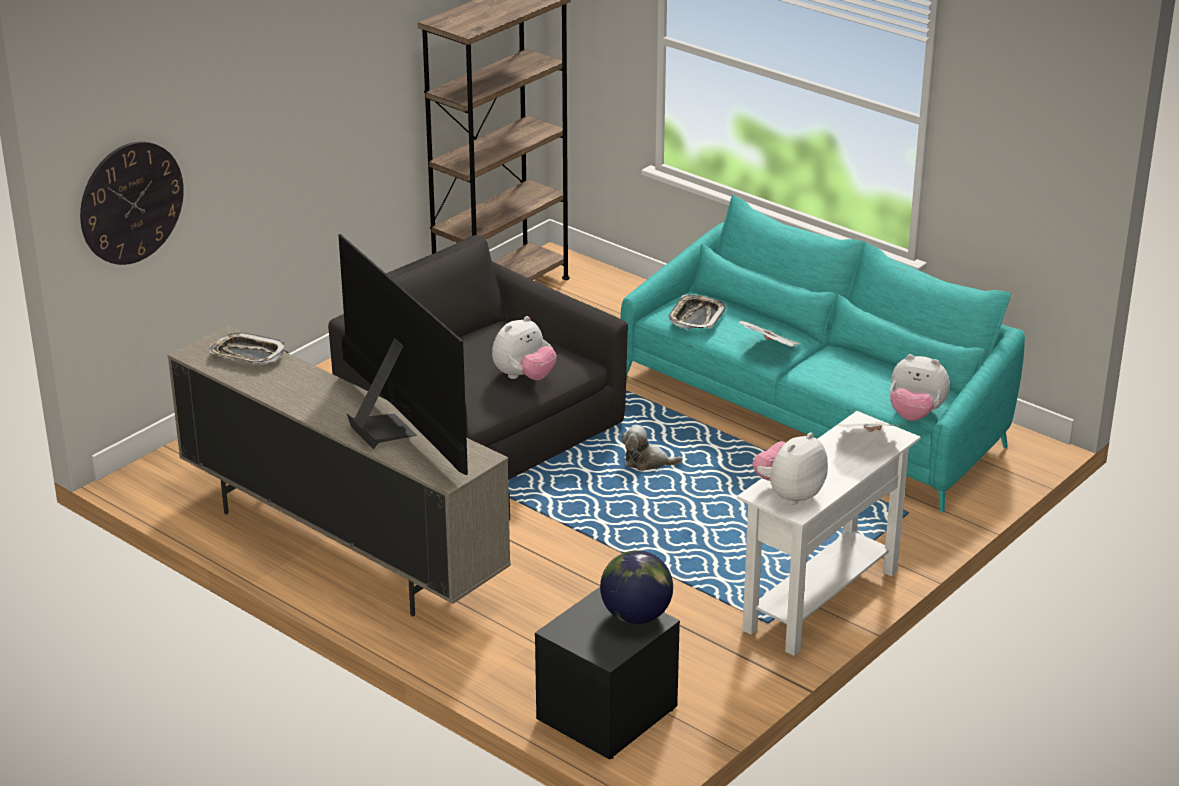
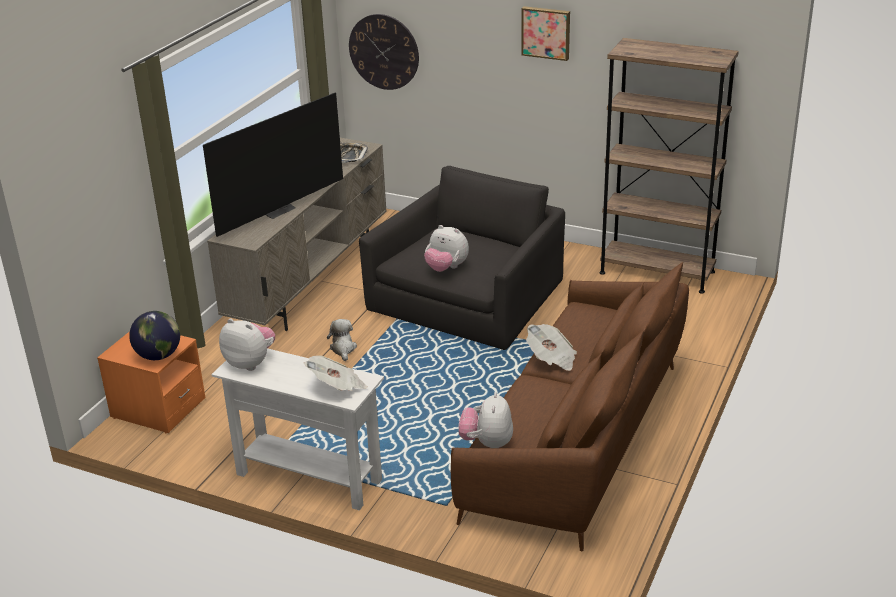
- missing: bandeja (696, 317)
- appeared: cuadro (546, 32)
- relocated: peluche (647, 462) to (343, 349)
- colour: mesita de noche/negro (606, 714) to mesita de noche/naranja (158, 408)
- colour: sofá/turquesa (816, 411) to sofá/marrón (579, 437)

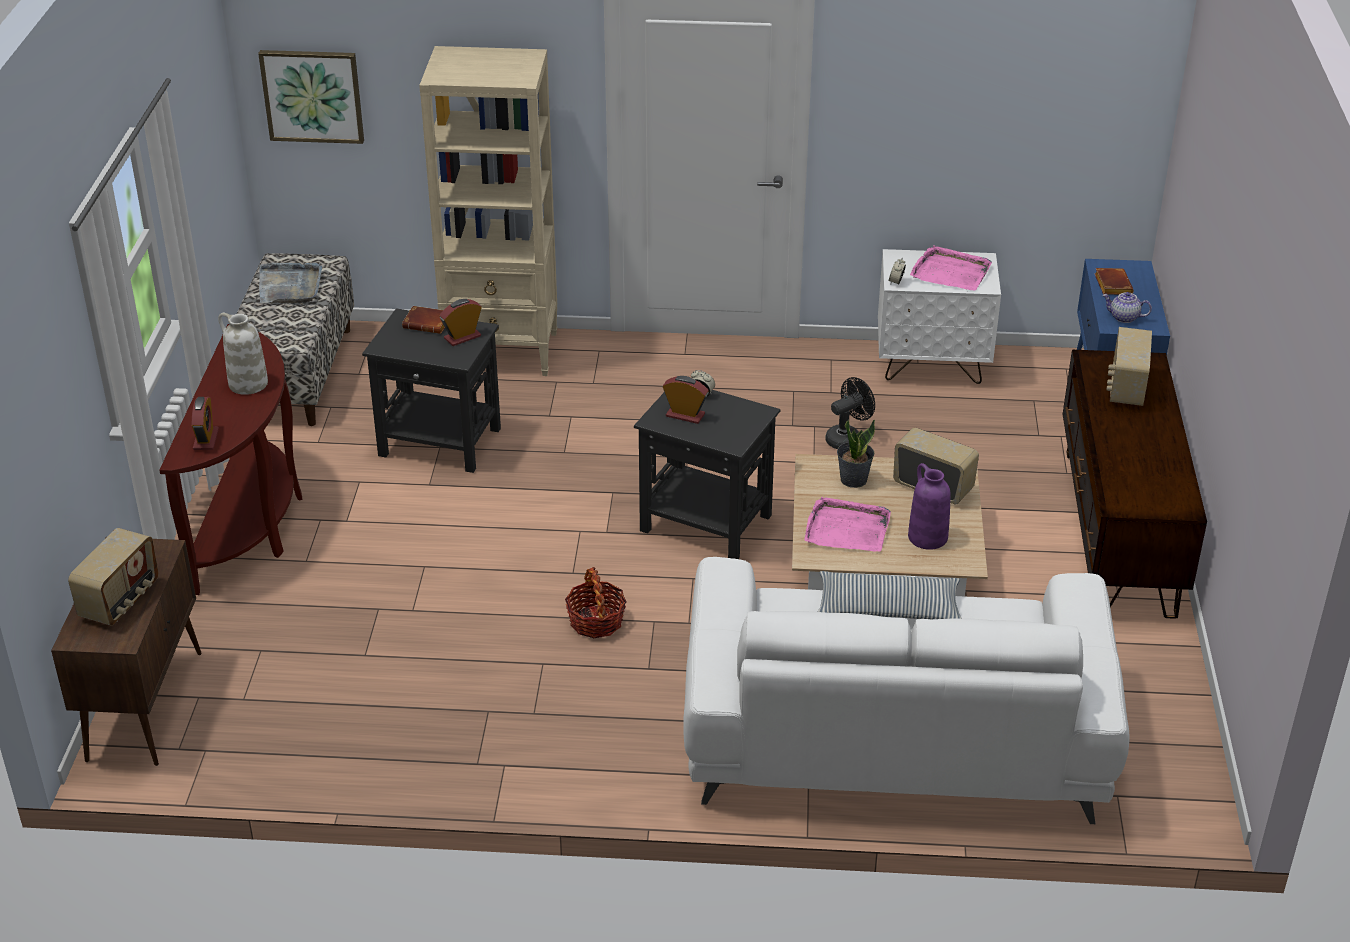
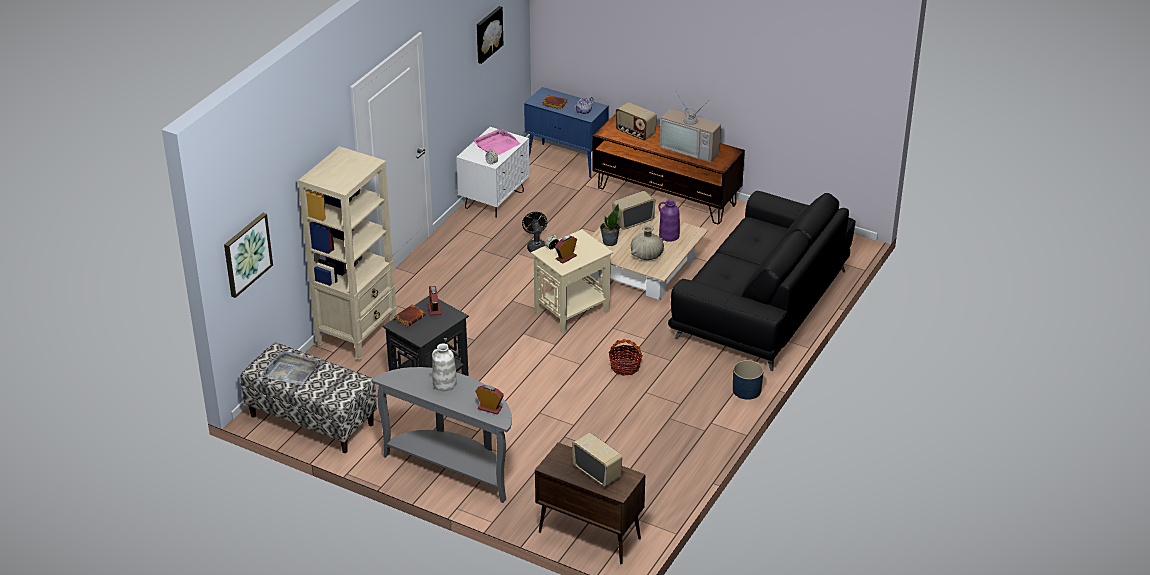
- missing: cojín (888, 609)
- appeared: cuadro (488, 34)
- appeared: televisor (691, 148)
- appeared: maceta/azul (747, 390)
- exchanged: bandeja/rosa (847, 529) to florero/beis (646, 256)
- colour: mesa consola/marrón (251, 524) to mesa consola/gris (453, 467)
- colour: mesa auxiliar/negro (704, 522) to mesa auxiliar/beis (571, 311)
- colour: sofá/blanco (893, 735) to sofá/negro (761, 304)

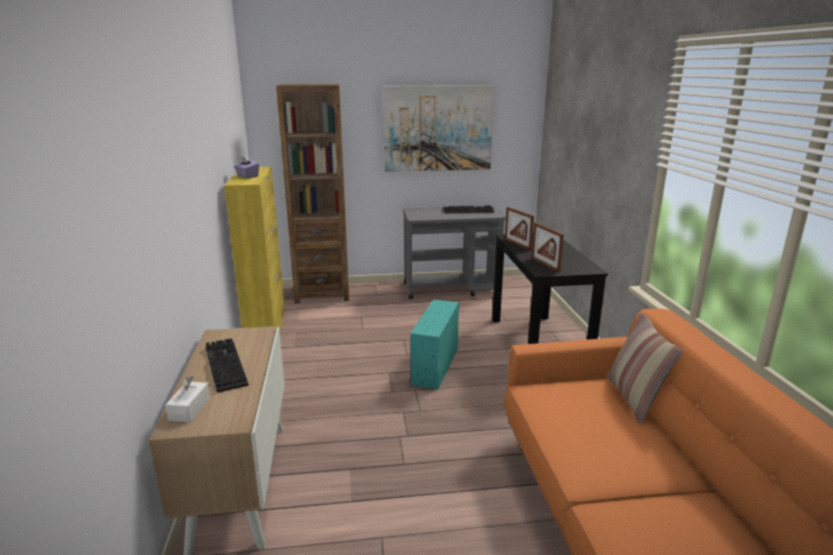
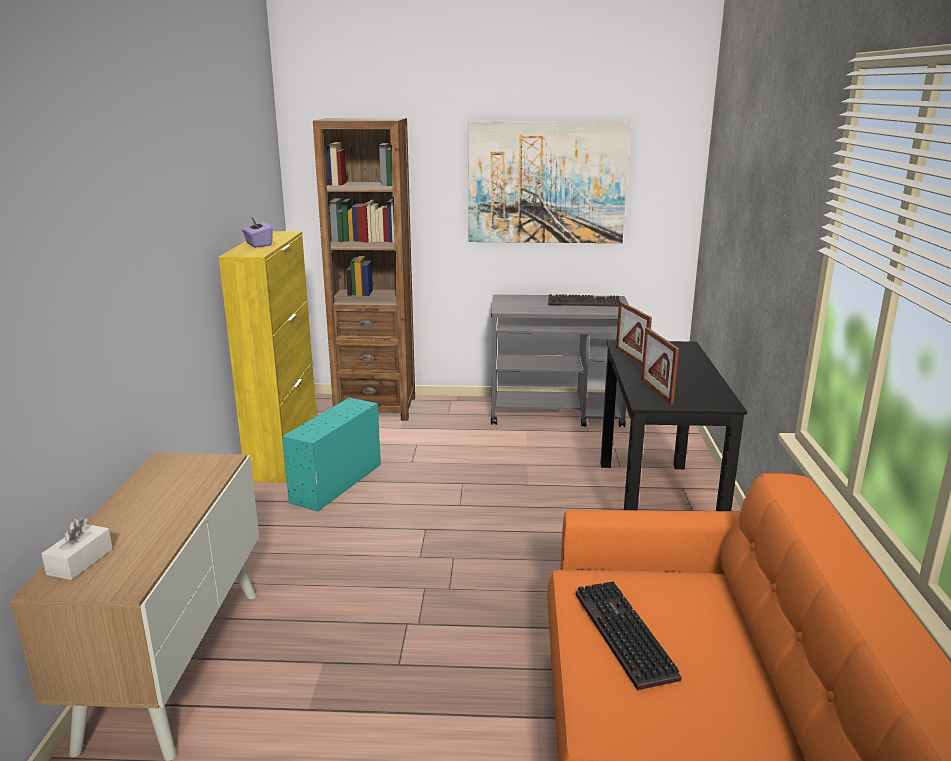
- missing: cojín (634, 399)
- relocated: teclado (223, 366) to (620, 633)
- relocated: caja de almacenaje/turquesa (435, 366) to (335, 484)

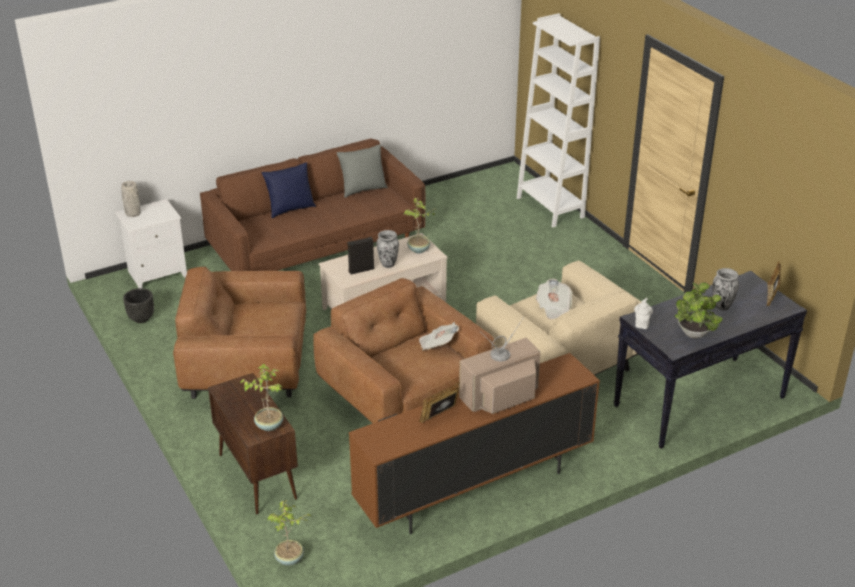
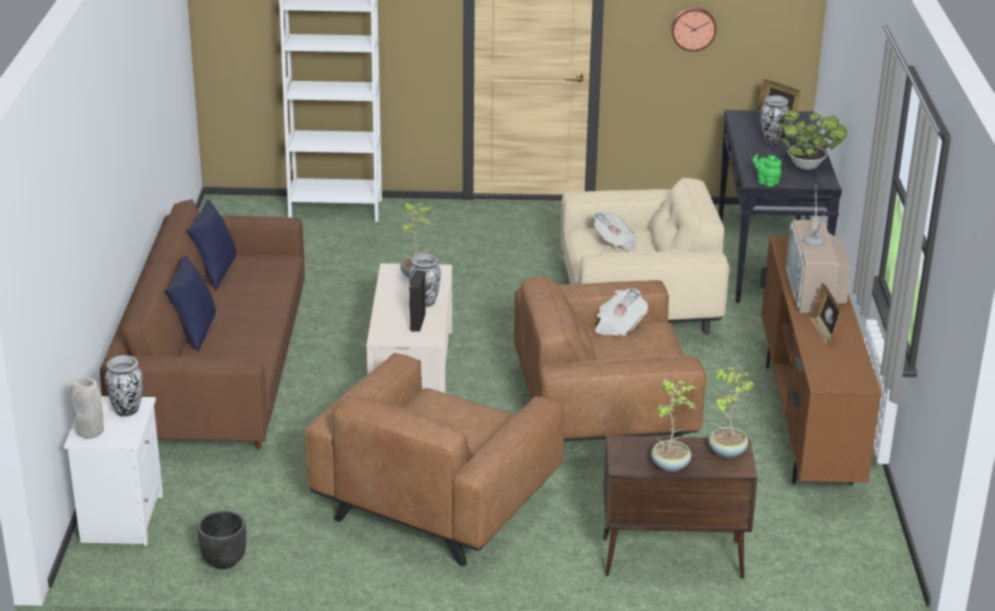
- appeared: florero (127, 411)
- appeared: reloj de pared (693, 28)
- relocated: planta en maceta (290, 559) to (671, 465)
- colour: cojín/gris (363, 190) to cojín/azul (214, 273)
- colour: tetera/blanco (642, 323) to tetera/verde (766, 182)

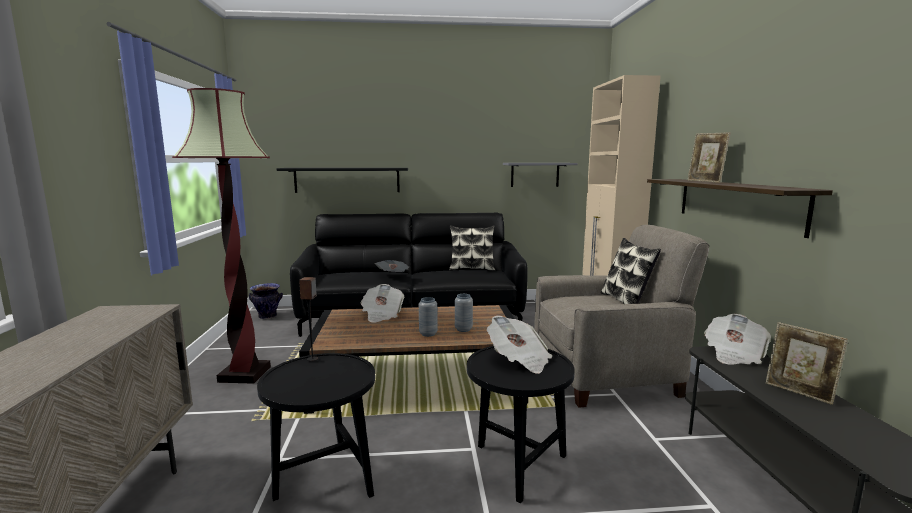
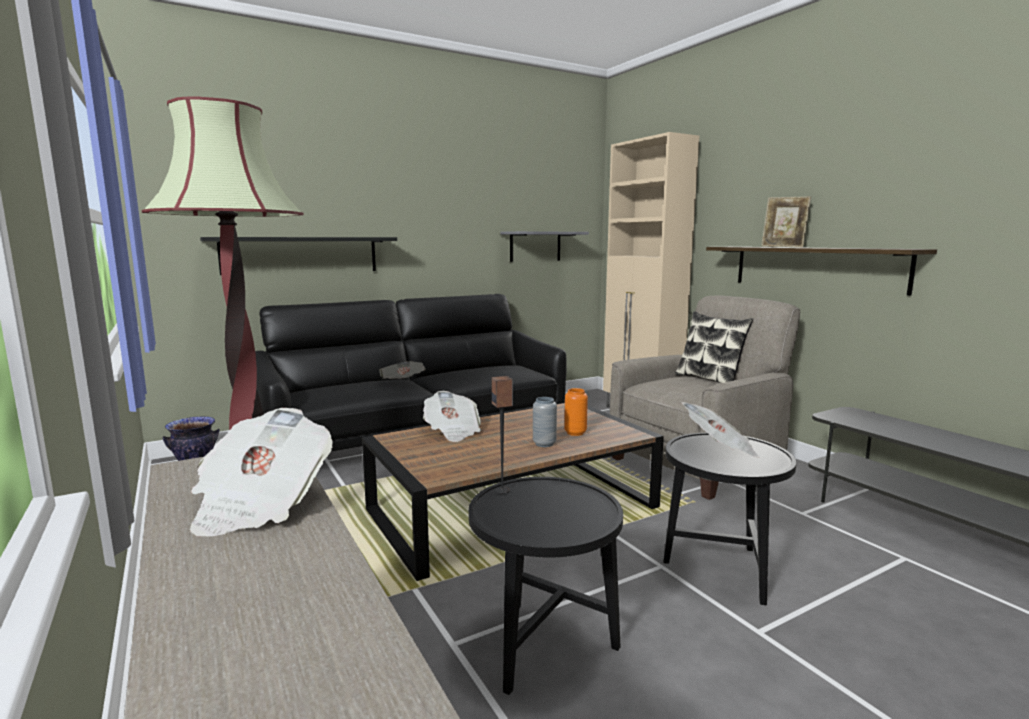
- missing: cojín (471, 269)
- missing: portarretratos (799, 393)
- relocated: periódico (733, 354) to (260, 504)
- colour: florero/gris (463, 329) to florero/naranja (575, 433)

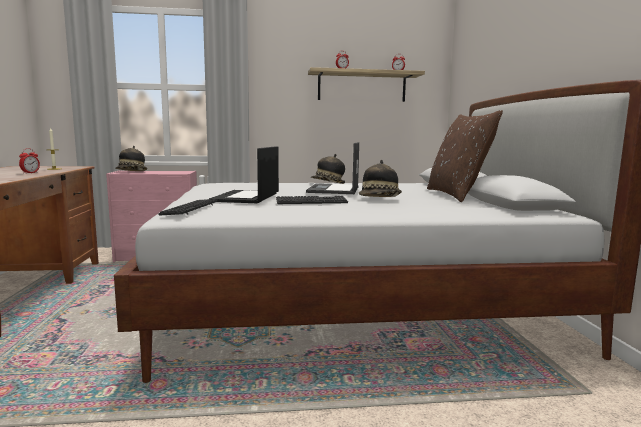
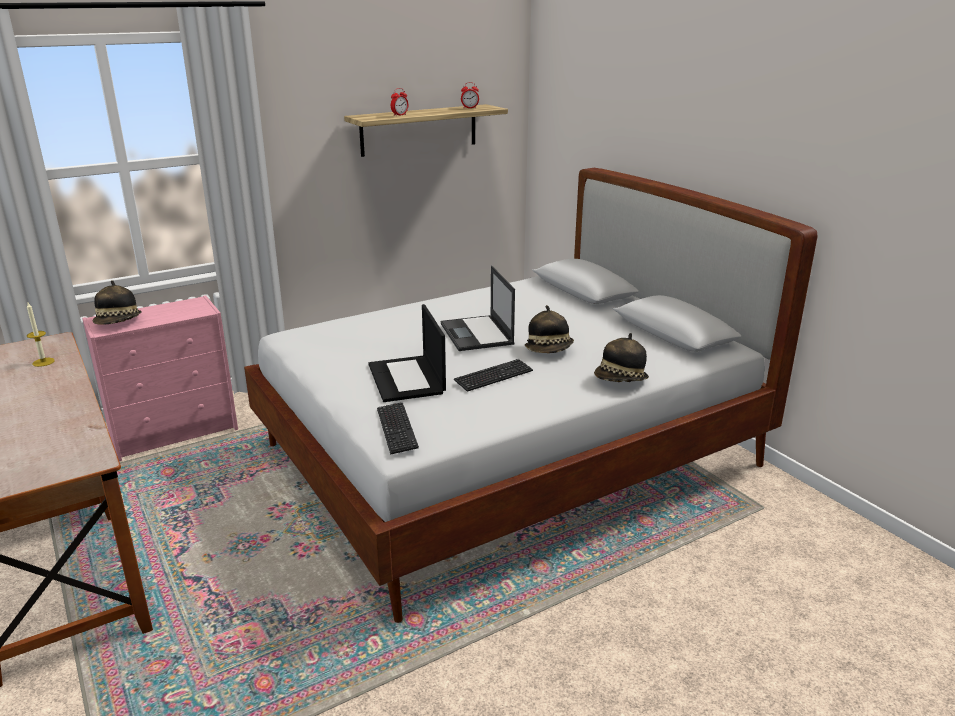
- missing: despertador (30, 173)
- missing: cojín/marrón (457, 195)
- relocated: sombrero (328, 184) to (620, 380)

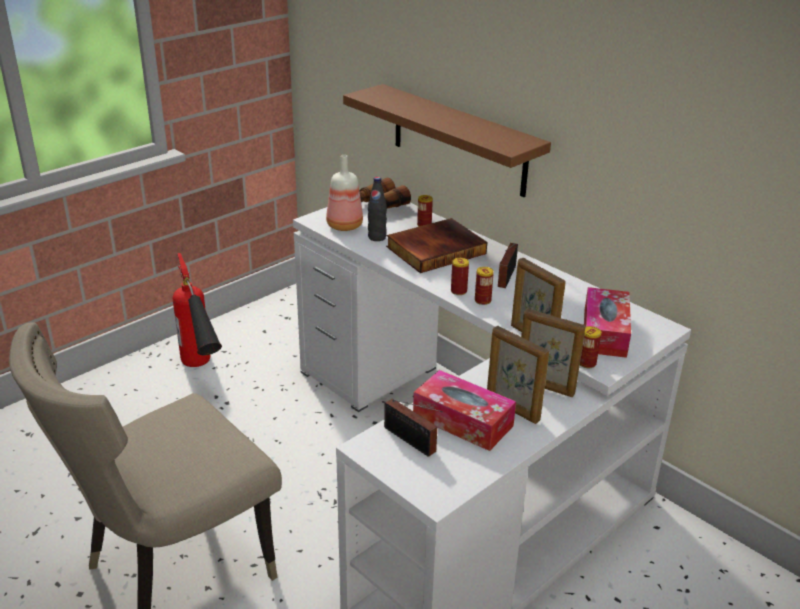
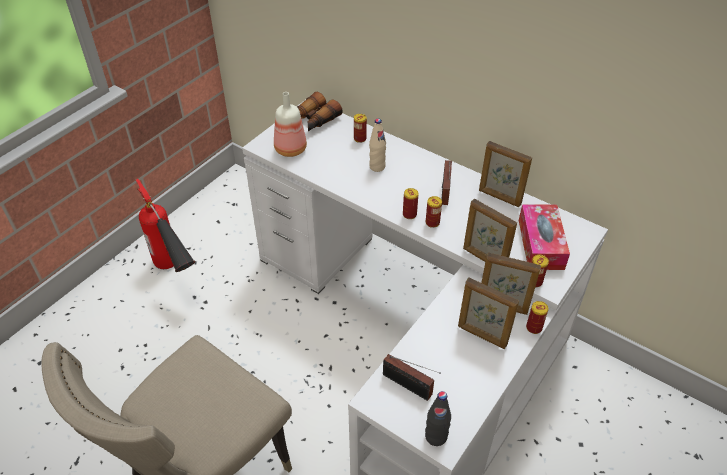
- missing: estante/marrón (458, 140)
- missing: caja de pañuelos (462, 421)
- appeared: portarretratos (499, 197)
- appeared: lata (534, 328)
- relocated: botella/negro (377, 237) to (436, 436)
- exchanged: libro (435, 249) to botella/beis (377, 167)

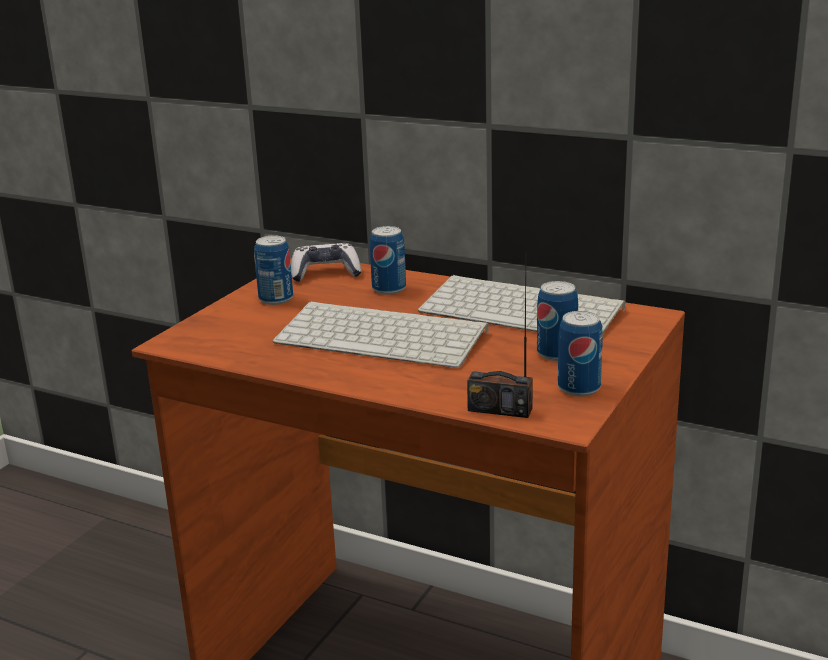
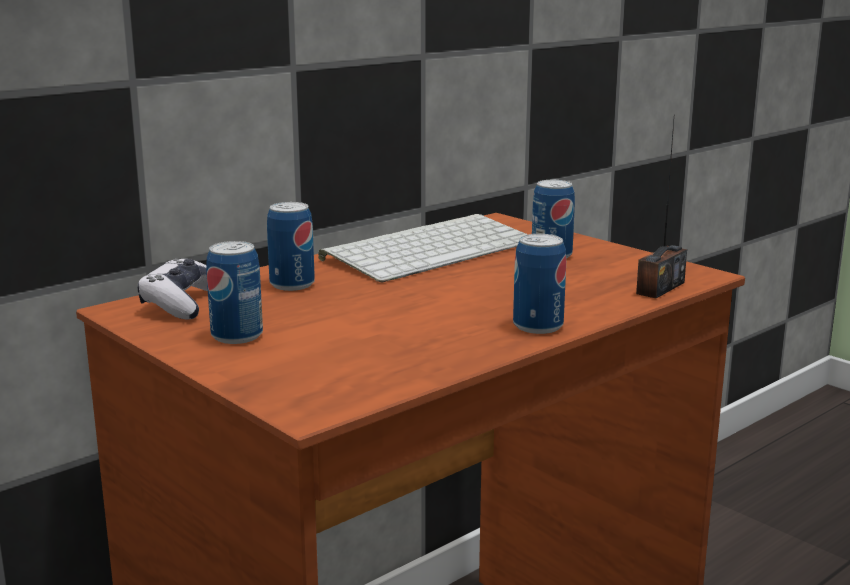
- missing: teclado (385, 336)
- relocated: lata (579, 388) to (538, 326)

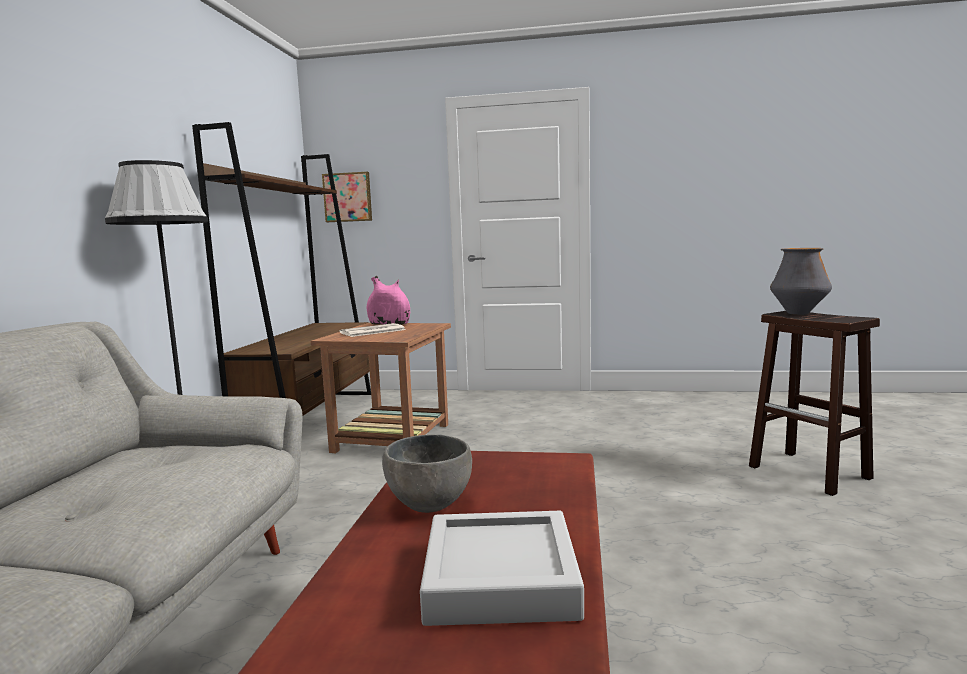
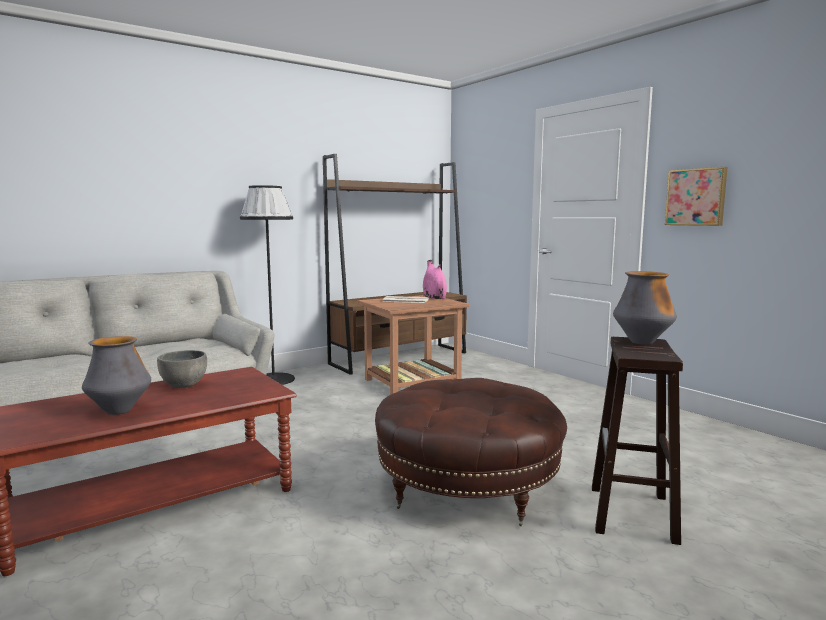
- appeared: puf/marrón (467, 487)
- relocated: cuadro (348, 197) to (696, 197)
- exchanged: bandeja/gris (500, 578) to florero (119, 411)

